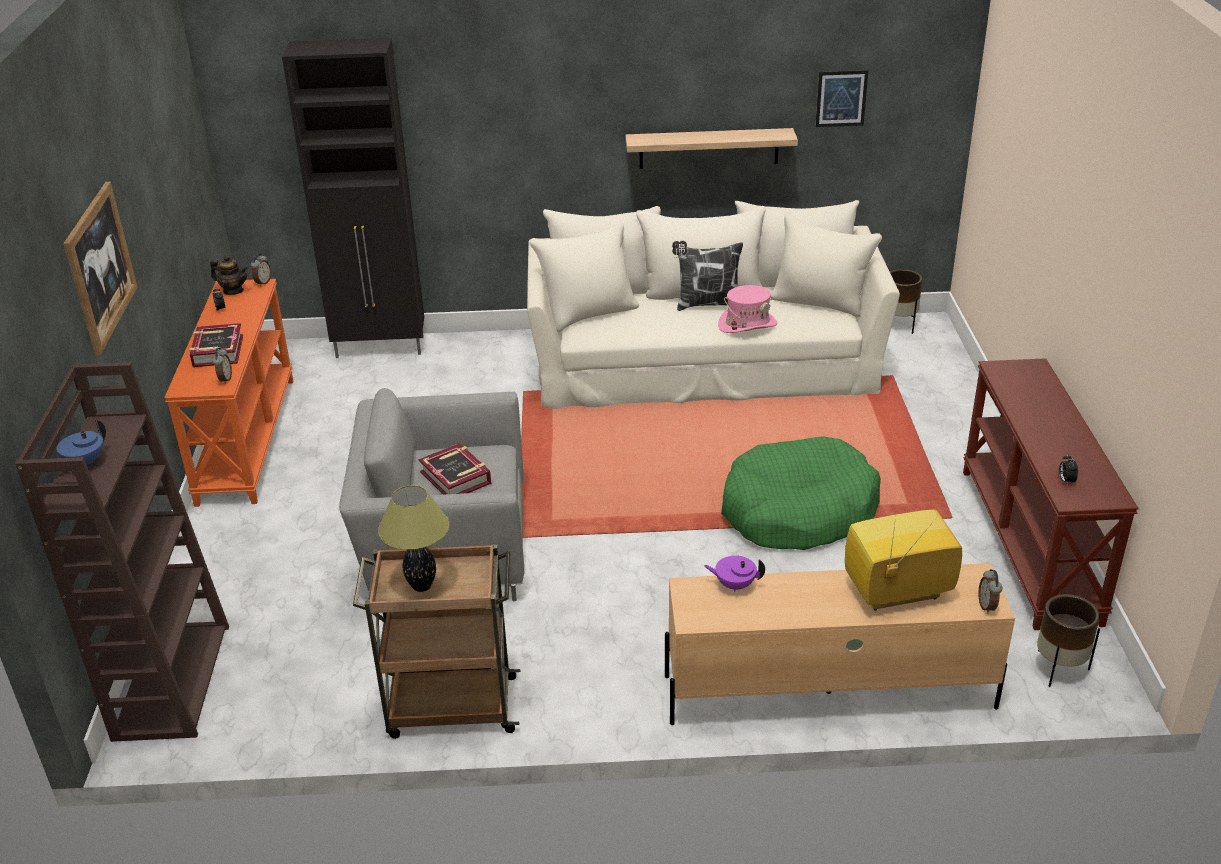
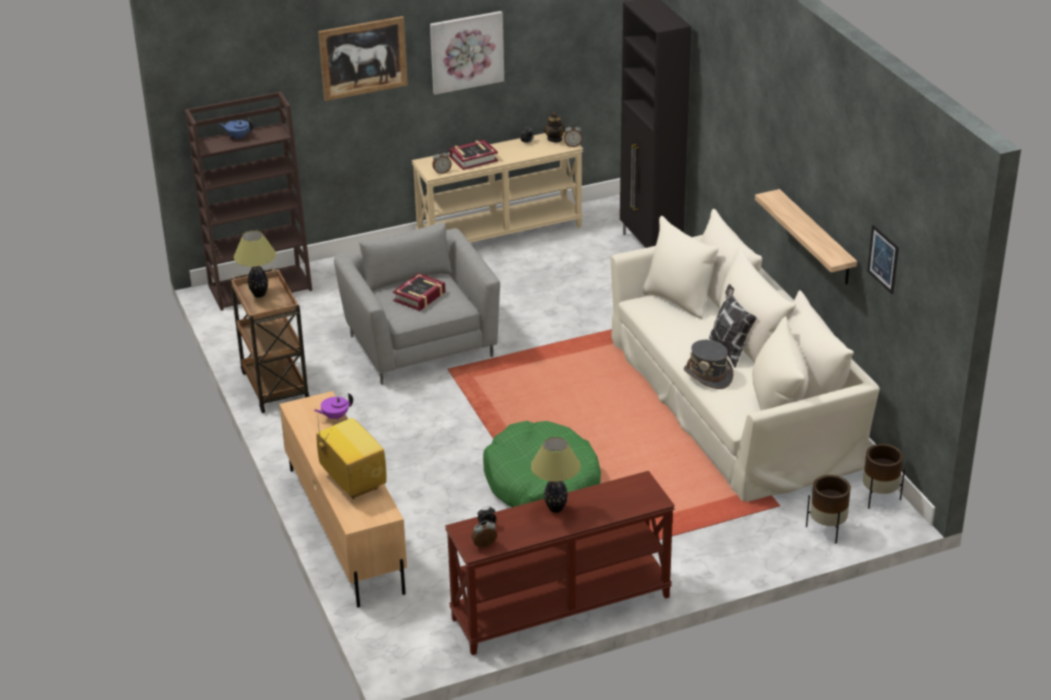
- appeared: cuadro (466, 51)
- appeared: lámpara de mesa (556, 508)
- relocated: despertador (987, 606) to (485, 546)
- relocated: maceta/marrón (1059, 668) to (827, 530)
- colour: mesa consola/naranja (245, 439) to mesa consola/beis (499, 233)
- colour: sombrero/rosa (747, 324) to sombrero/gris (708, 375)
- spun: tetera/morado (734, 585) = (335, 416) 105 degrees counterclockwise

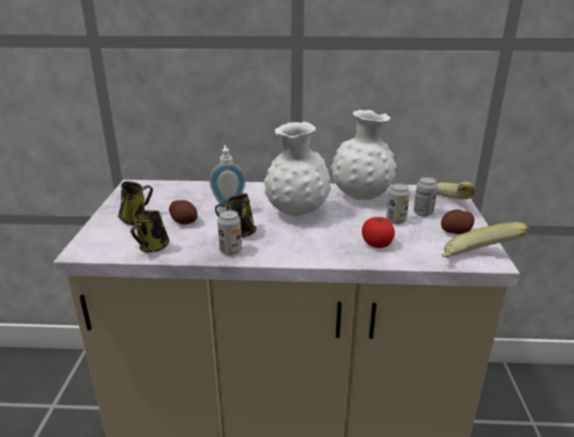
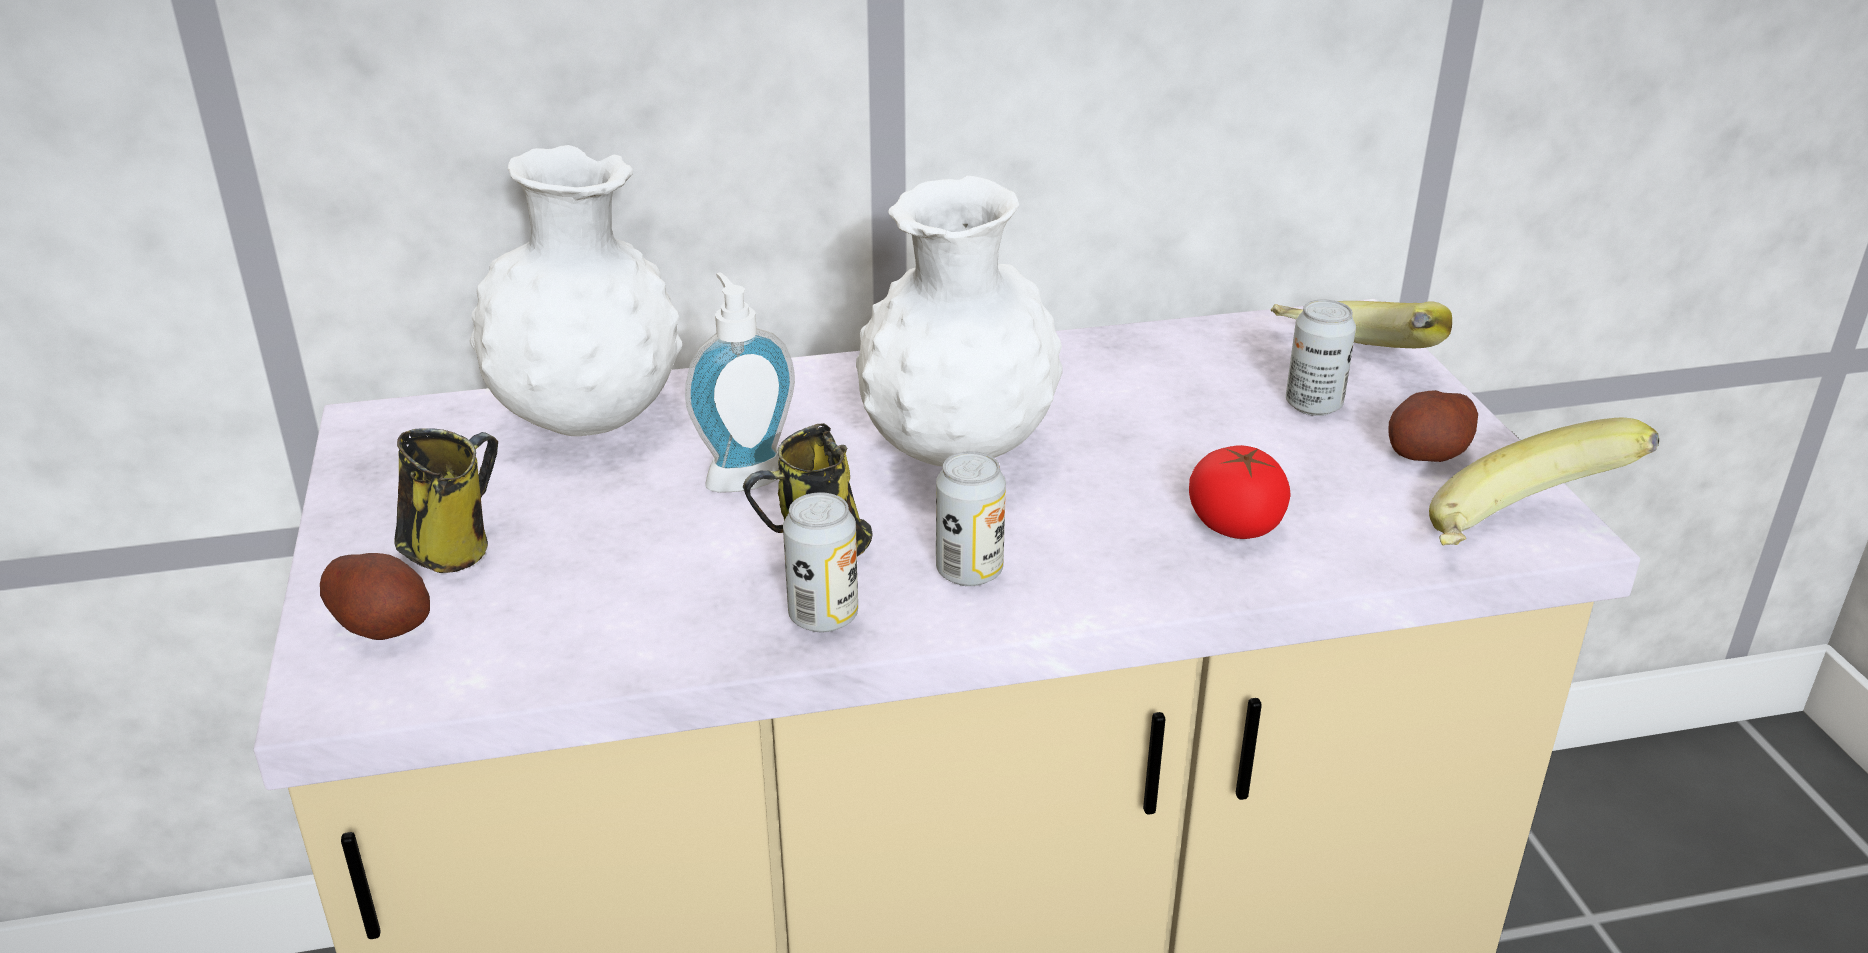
- missing: taza grande (152, 248)
- relocated: patata (184, 221) to (383, 625)
- relocated: florero/blanco (361, 196) to (588, 420)
- relocated: lata (396, 220) to (969, 571)

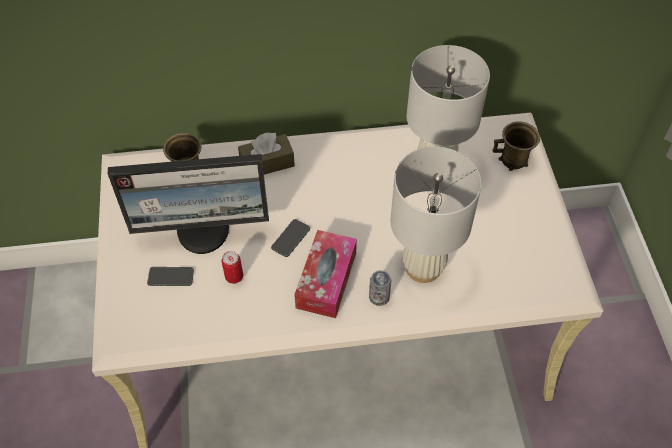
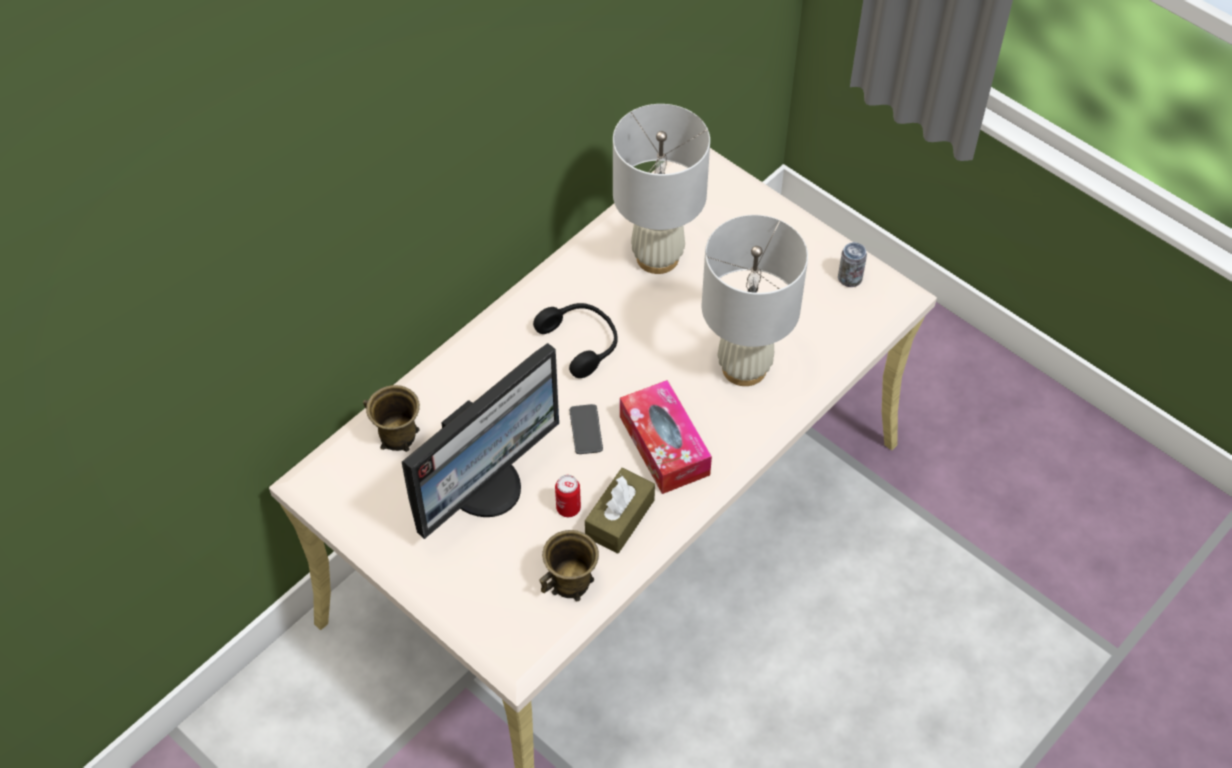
- missing: móvil (171, 277)
- appeared: auriculares/negro (581, 343)
- relocated: caja de pañuelos/marrón (267, 163) to (620, 518)
- relocated: lata (379, 297) to (849, 278)
- relocated: taza grande/marrón (513, 160) to (571, 582)

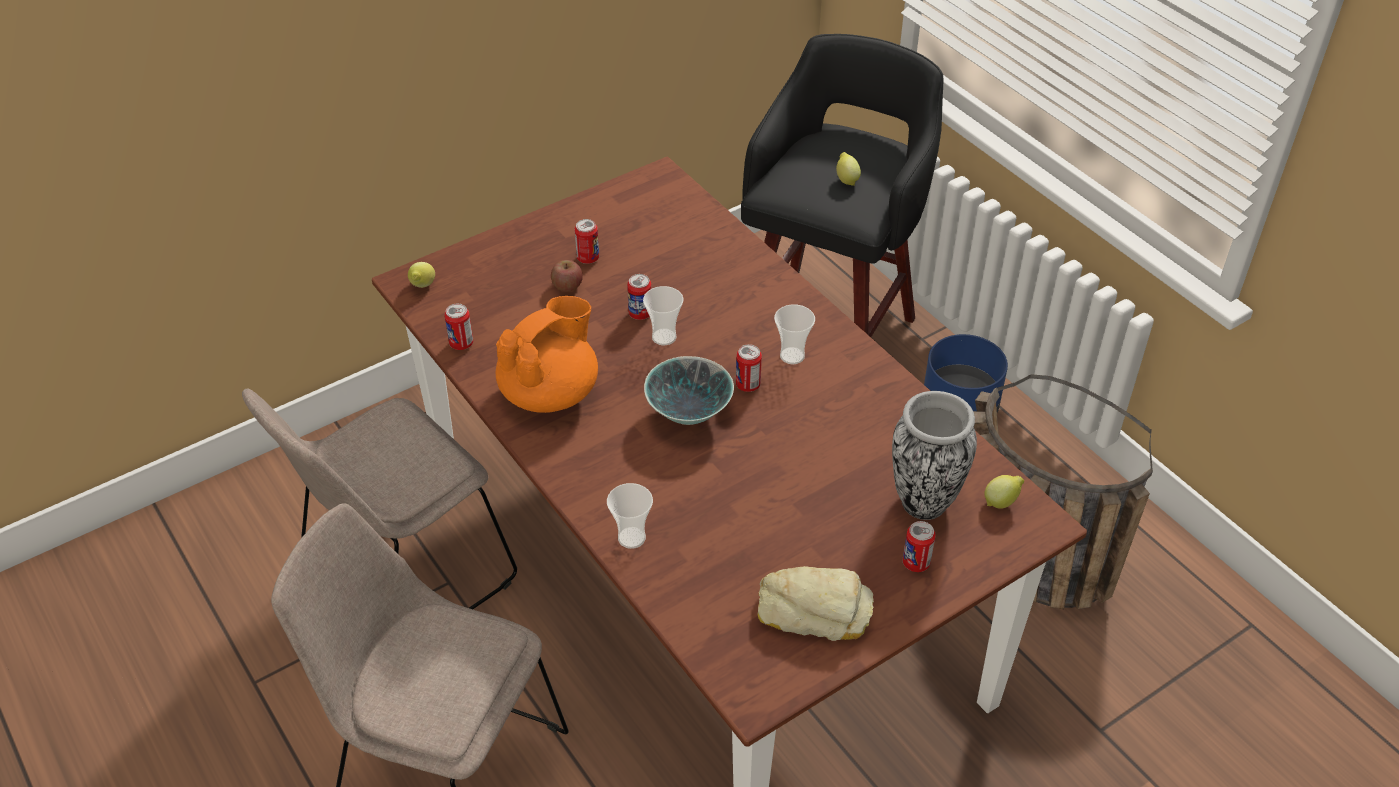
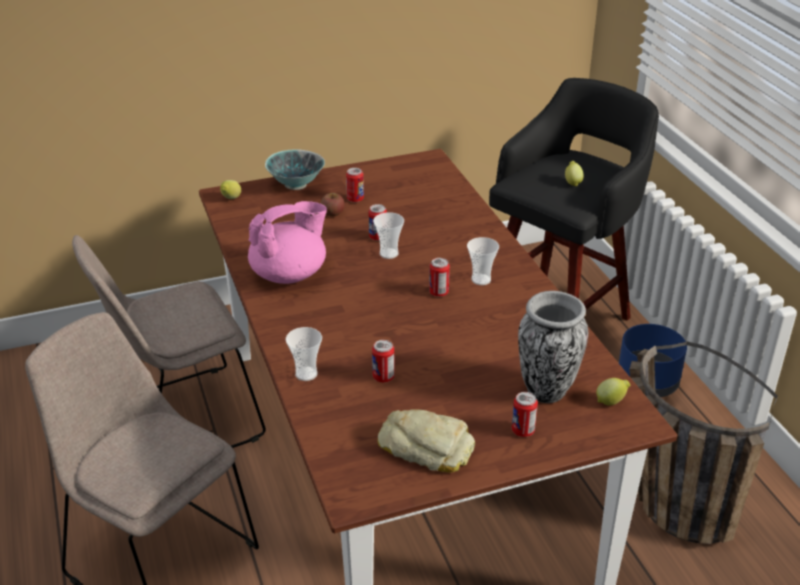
- relocated: lata (461, 343) to (383, 377)
- relocated: cuenco (688, 414) to (296, 185)
- colour: tetera/naranja (551, 392) to tetera/rosa (290, 274)

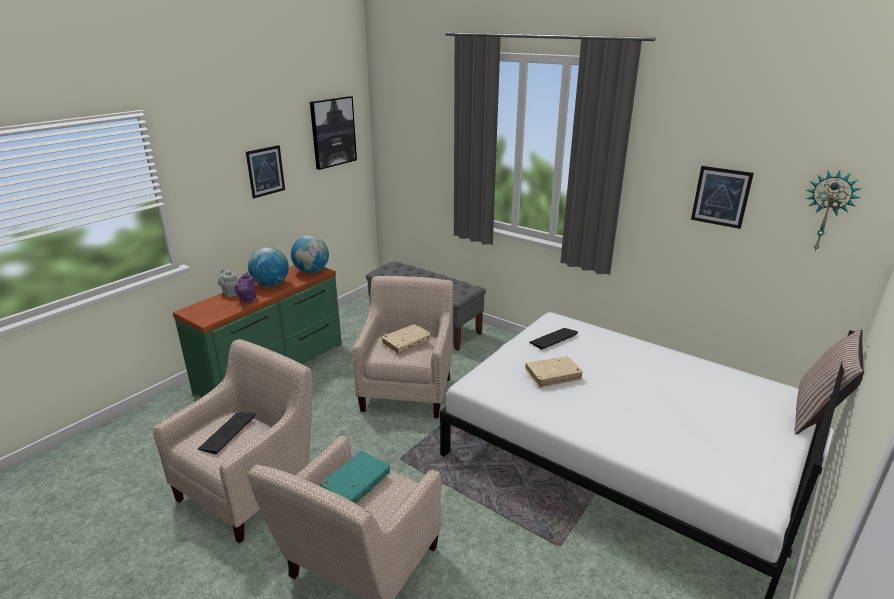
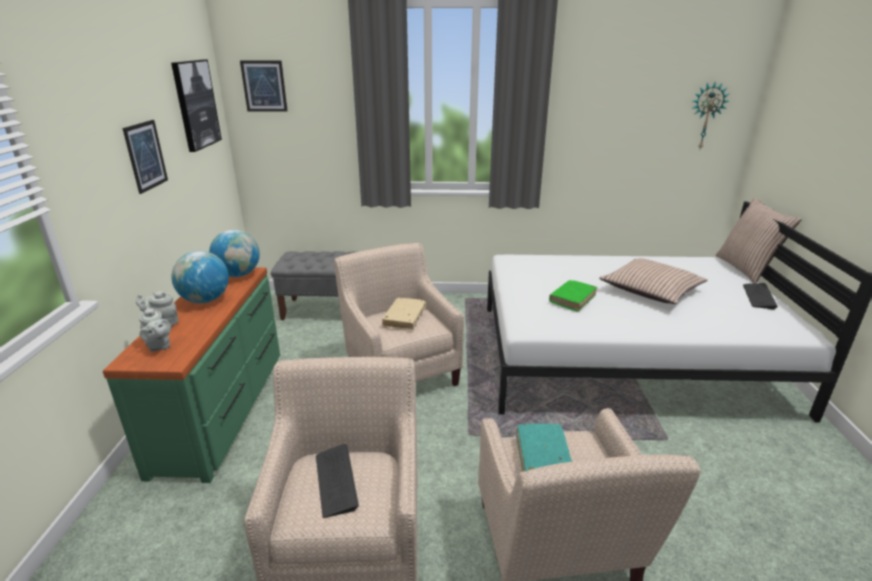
- missing: tetera/morado (247, 300)
- appeared: tetera/gris (159, 346)
- appeared: cojín (650, 290)
- relocated: teclado (553, 339) to (758, 296)
- relocated: cuadro (721, 197) to (264, 86)
- colour: libro/beis (552, 376) to libro/verde (572, 300)

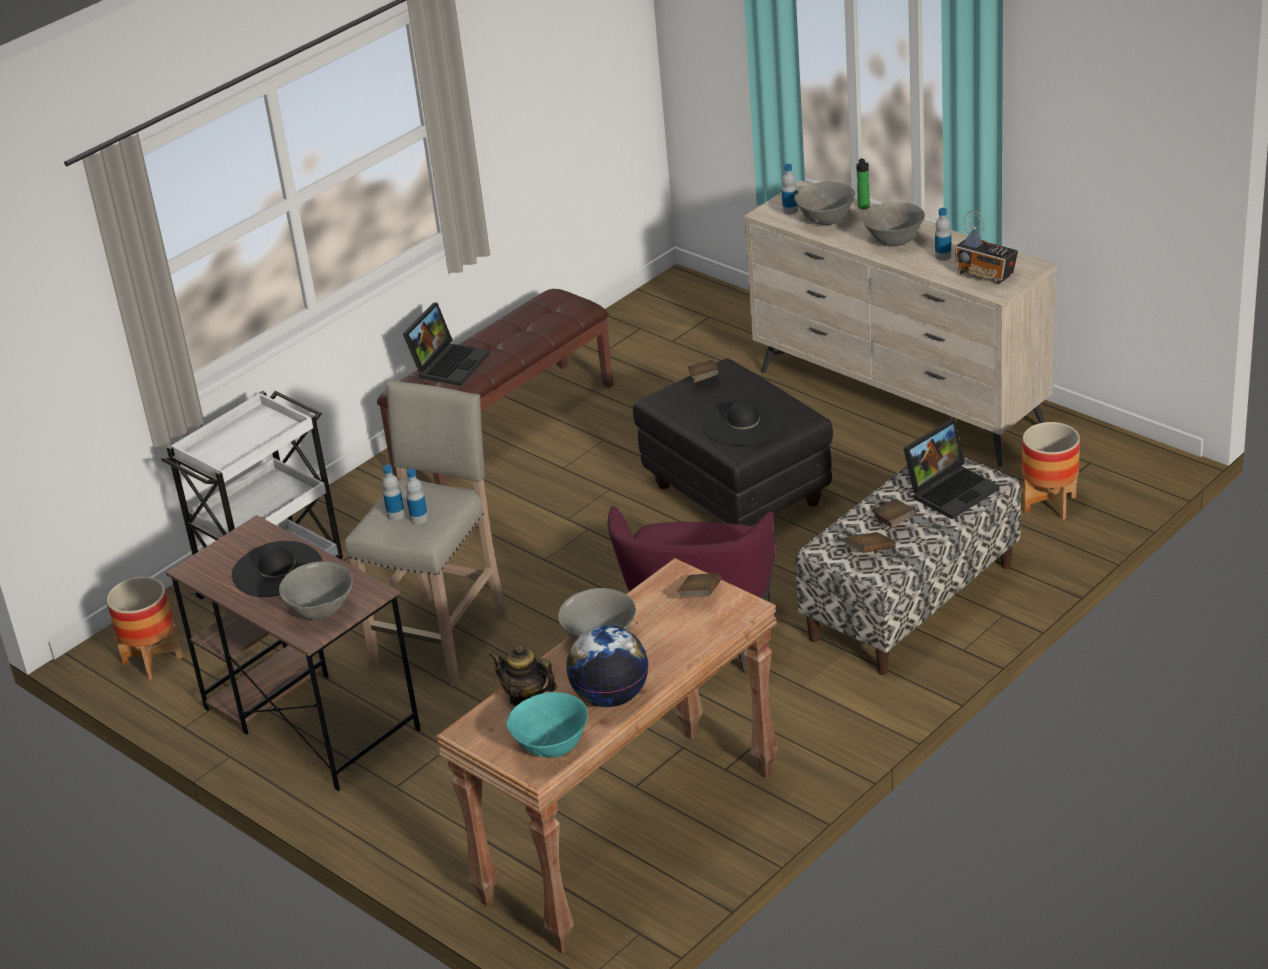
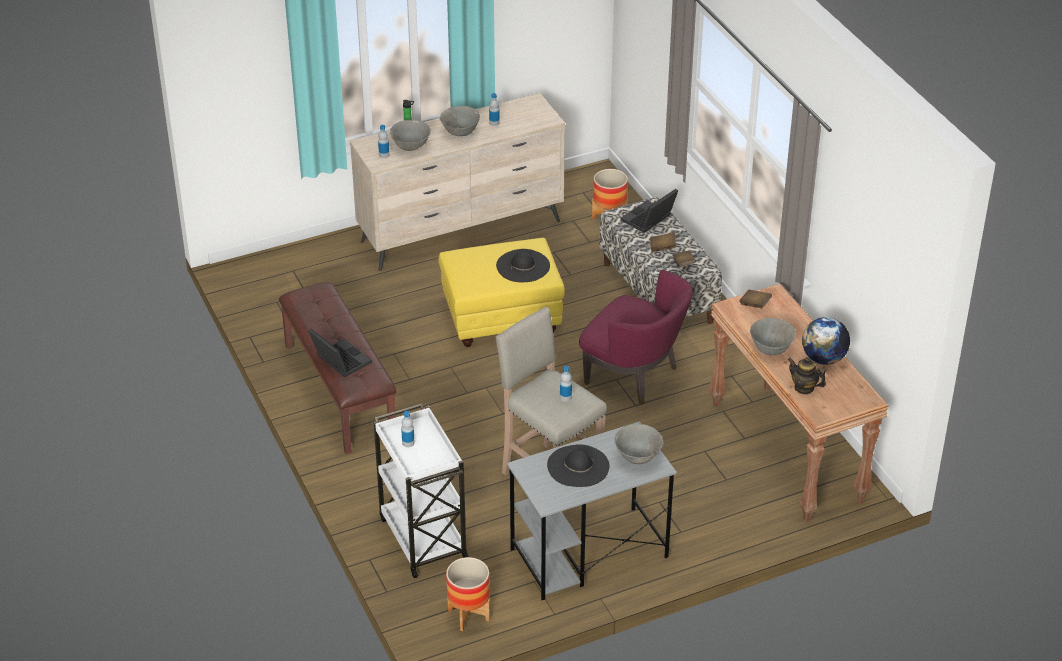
- missing: cuenco/turquesa (552, 748)
- missing: libro/marrón (704, 379)
- missing: radio (986, 275)
- relocated: botella (396, 515) to (408, 443)
- colour: escritorio/marrón (309, 718) to escritorio/gris (588, 554)
- colour: puf/negro (738, 494) to puf/amarillo (501, 319)
- spun: tetera (526, 697) = (804, 388) 75 degrees clockwise
- spun: portátil (951, 489) = (648, 220) 120 degrees counterclockwise

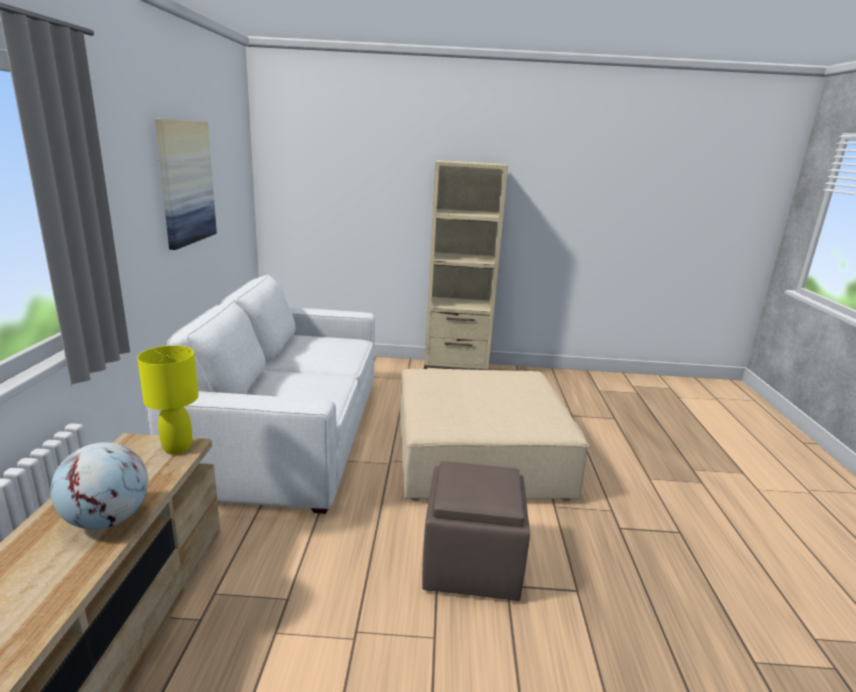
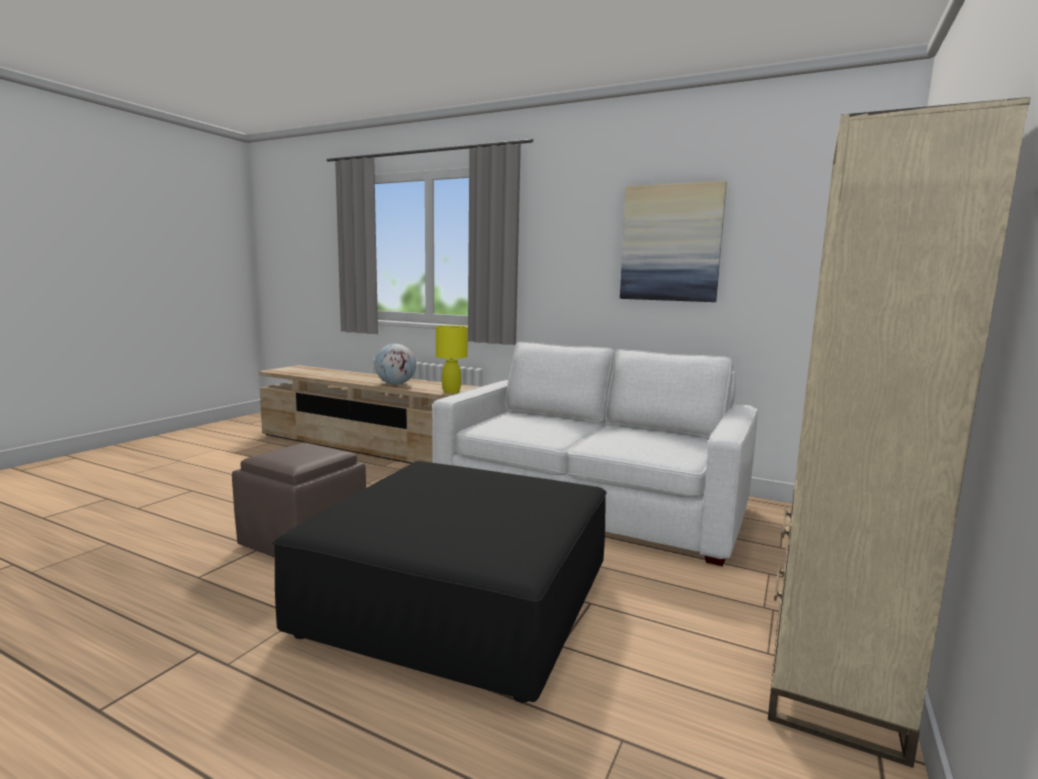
- colour: puf/beis (479, 456) to puf/negro (459, 600)

